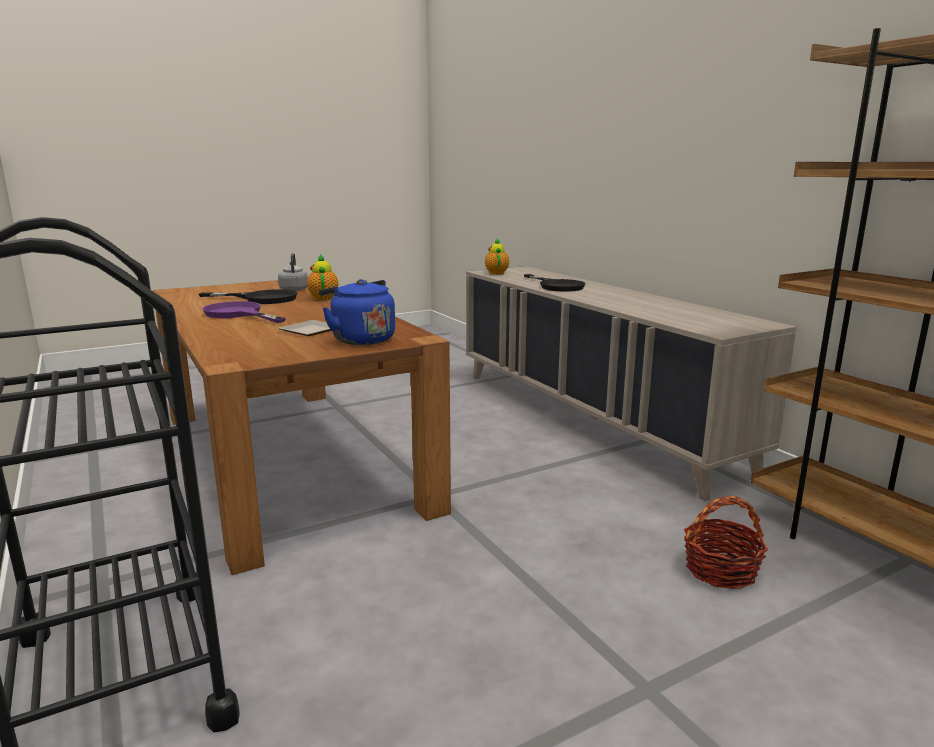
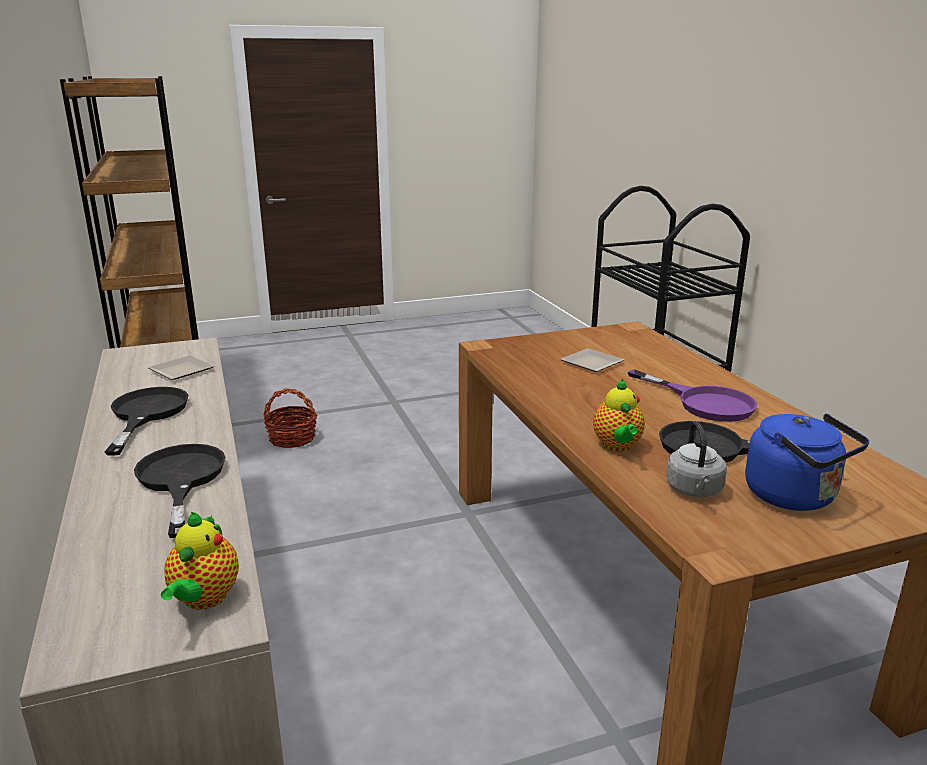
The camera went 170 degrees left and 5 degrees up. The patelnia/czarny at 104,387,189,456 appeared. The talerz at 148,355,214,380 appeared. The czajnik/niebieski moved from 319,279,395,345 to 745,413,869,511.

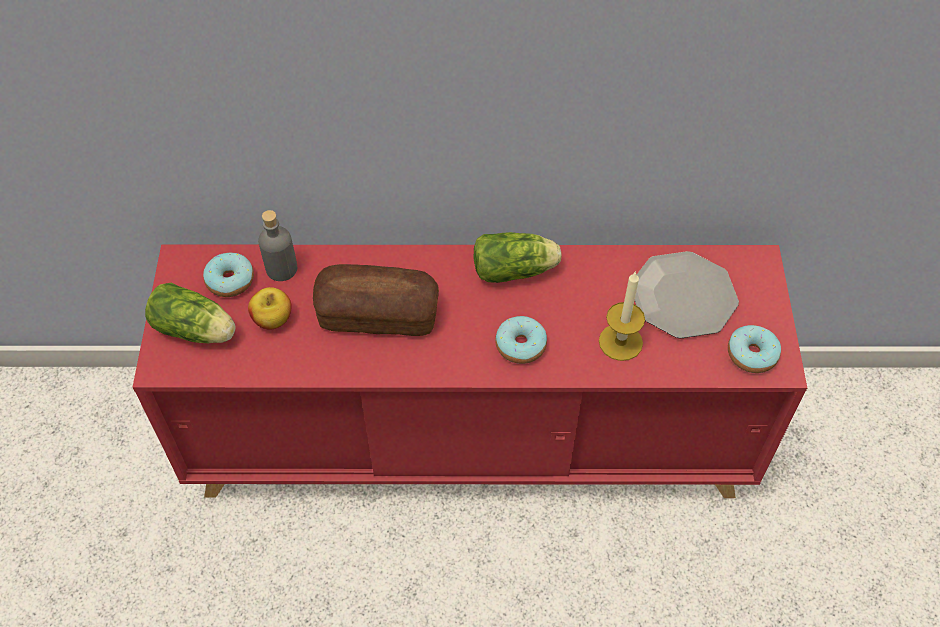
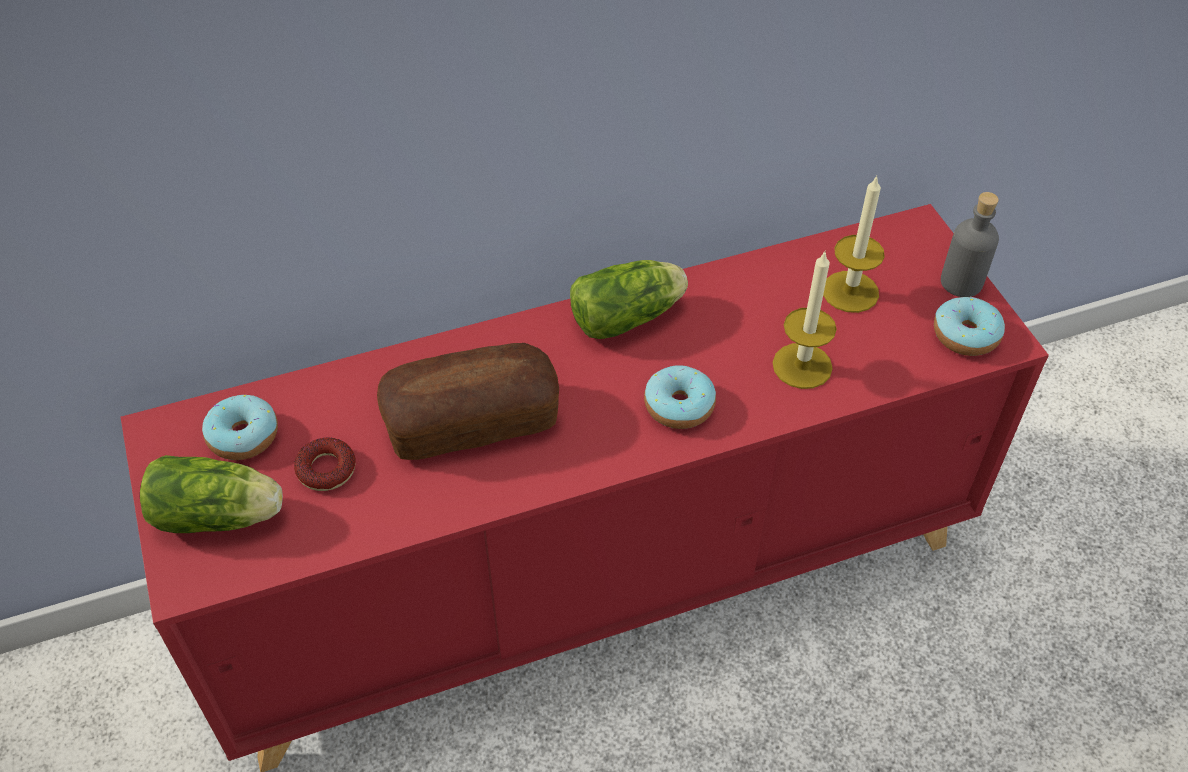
The camera went 20 degrees left and 5 degrees down. The butelka/szary moved from 258,210,297,281 to 941,192,999,297. The jabłko at 248,287,292,330 was replaced by the donut at 294,438,356,491. The talerz at 635,251,739,339 was replaced by the świeca at 823,175,885,313.

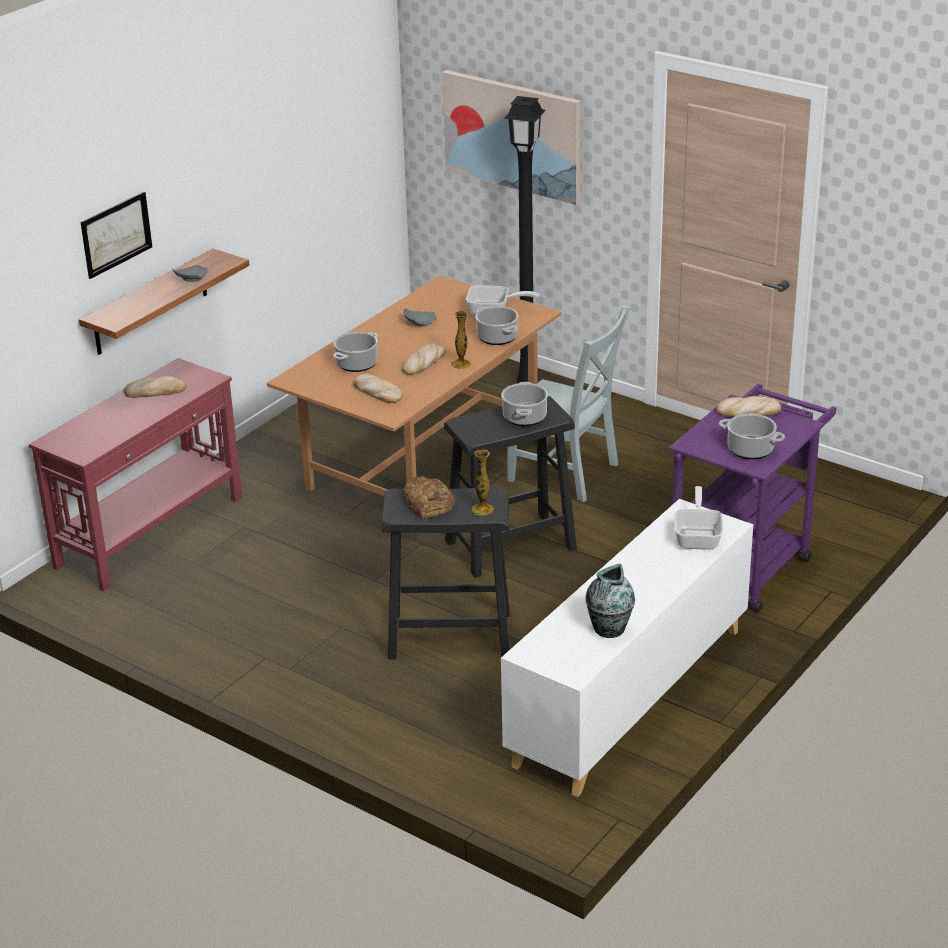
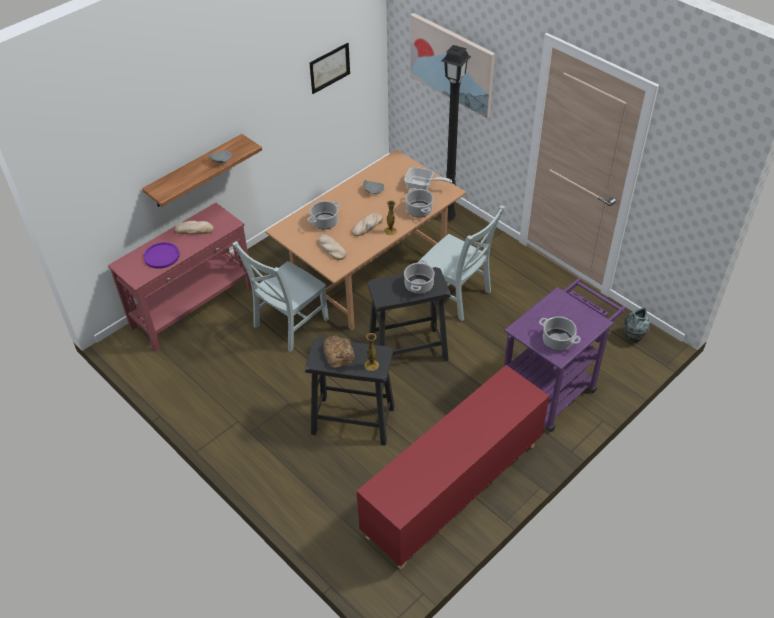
The camera went 10 degrees right and 15 degrees up. The patelnia at 674,486,723,550 disappeared. The chleb at 716,396,781,417 disappeared. The talerz/fioletowy at 144,242,180,269 appeared. The krzesło/szary at 232,241,329,352 appeared. The obraz moved from 81,192,152,279 to 310,43,350,94. The wazon moved from 585,563,635,638 to 624,307,650,343. The szafka/biały at 501,499,753,797 became the szafka/czerwony at 356,365,549,570.

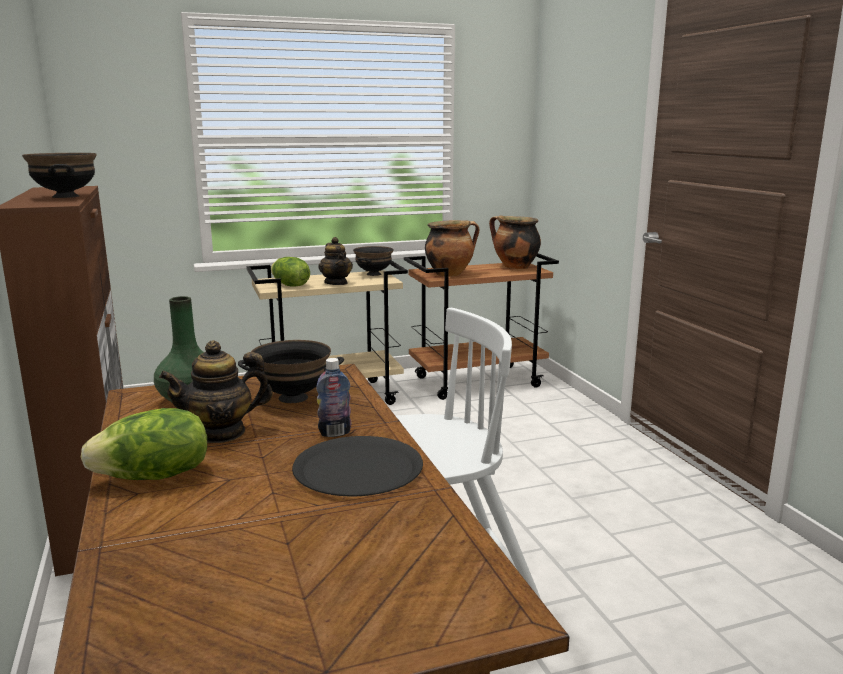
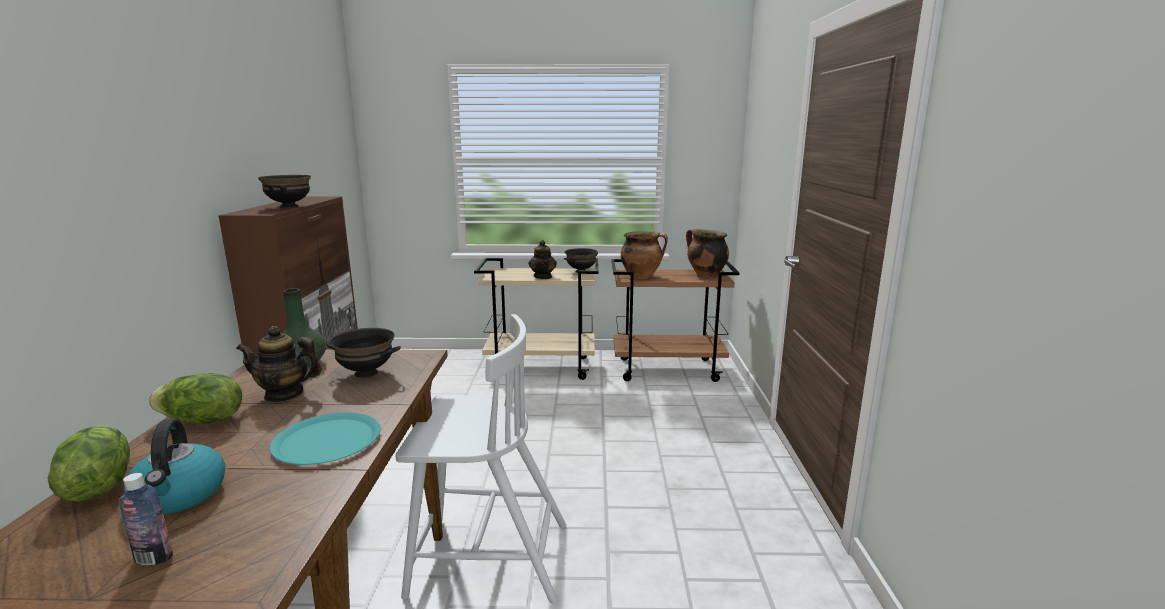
The camera went 20 degrees right and 0 degrees up. The czajnik at 123,418,225,514 appeared. The sałata moved from 271,257,310,286 to 47,426,130,502. The butelka moved from 316,358,351,437 to 118,473,173,566. The talerz/czarny at 292,436,423,496 became the talerz/turkusowy at 270,412,381,465.

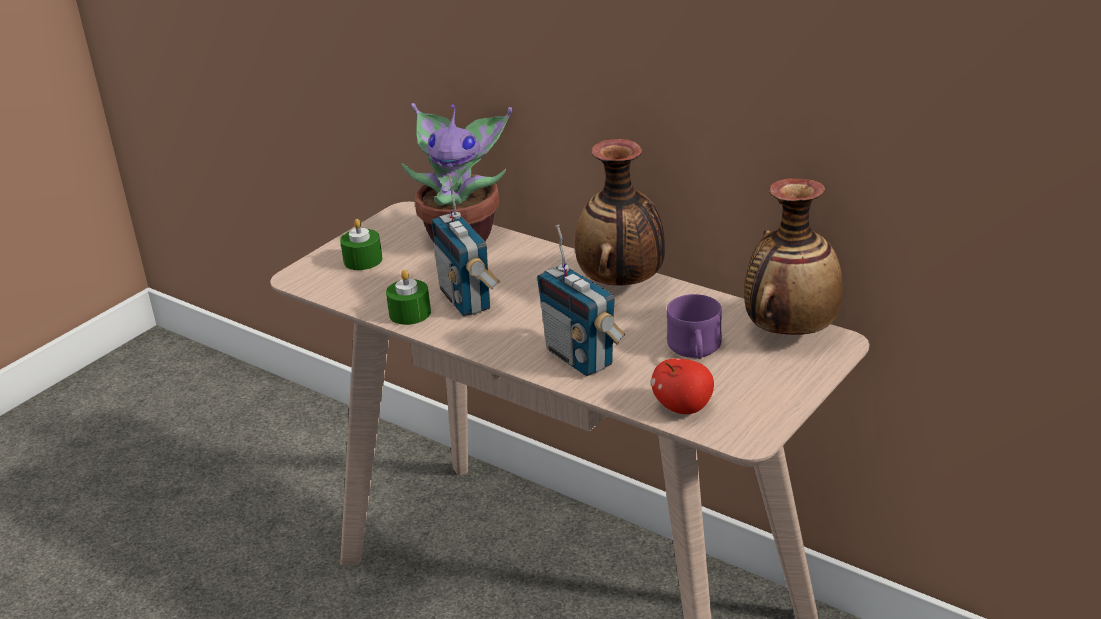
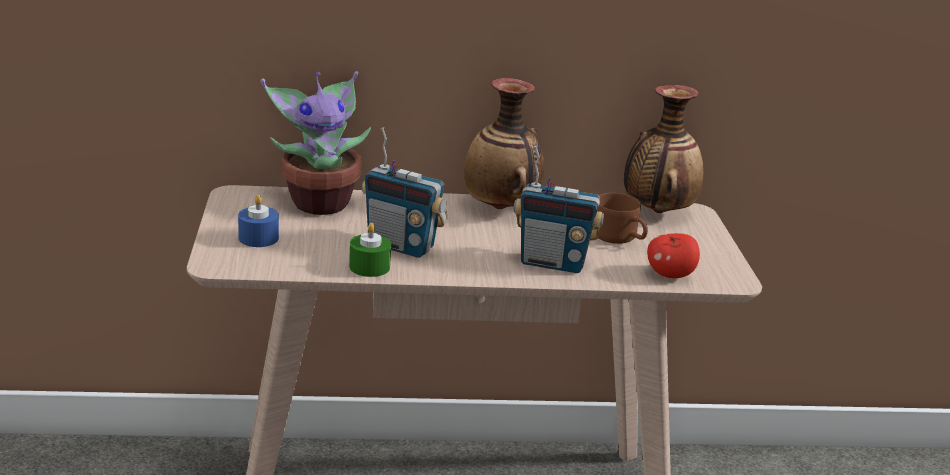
The camera went 45 degrees left and 5 degrees down. The świeca/zielony at 340,219,383,270 became the świeca/niebieski at 238,195,279,247. The kubek/fioletowy at 667,294,722,359 became the kubek/brązowy at 593,193,648,244.

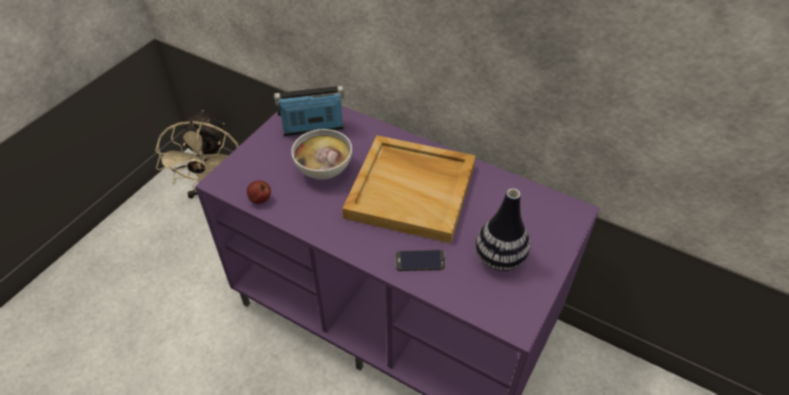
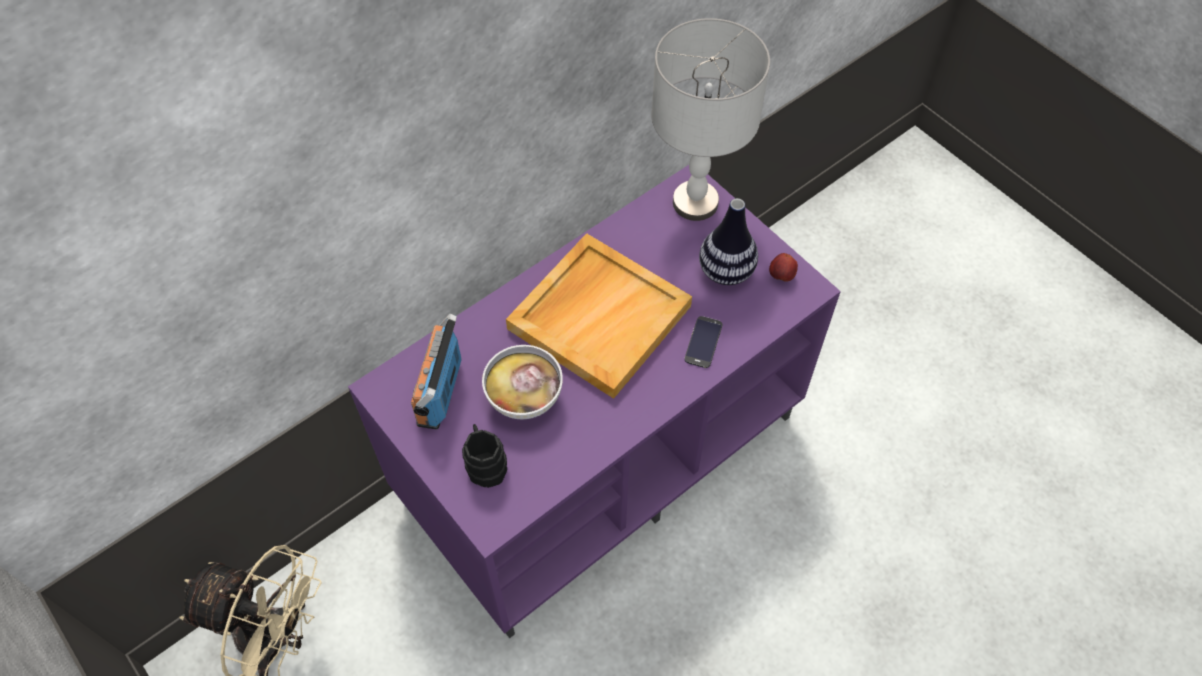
The camera went 70 degrees left and 10 degrees up. The kubek/czarny at 462,424,507,488 appeared. The lampa stołowa/szary at 651,18,770,221 appeared. The jabłko moved from 247,181,271,204 to 769,253,798,282.

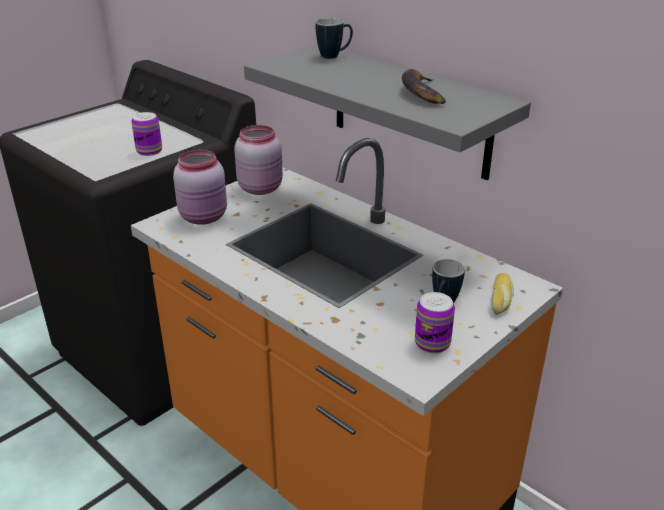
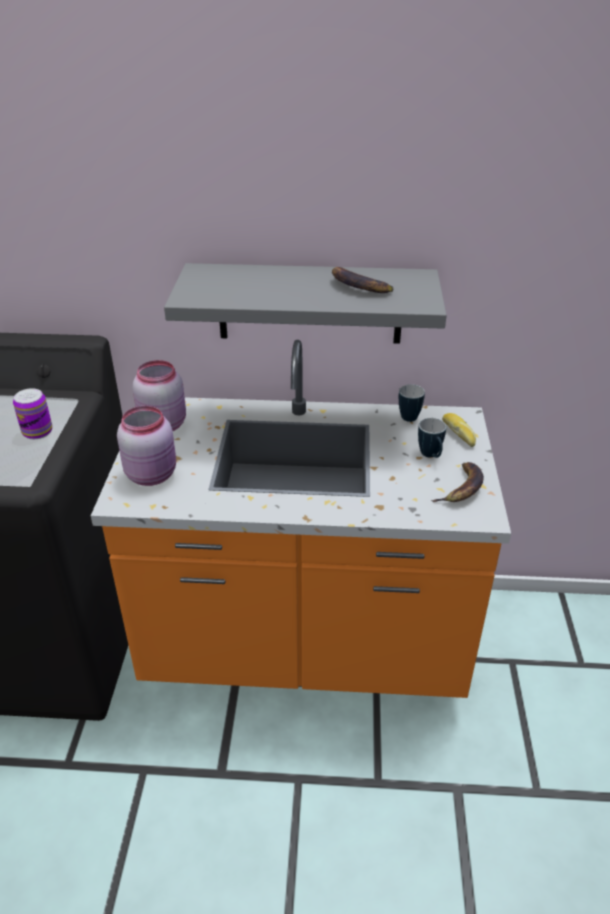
The camera went 40 degrees left and 5 degrees up. The kubek moved from 315,18,353,59 to 399,384,425,422. The puszka at 415,292,455,353 was replaced by the banan at 431,462,484,502.

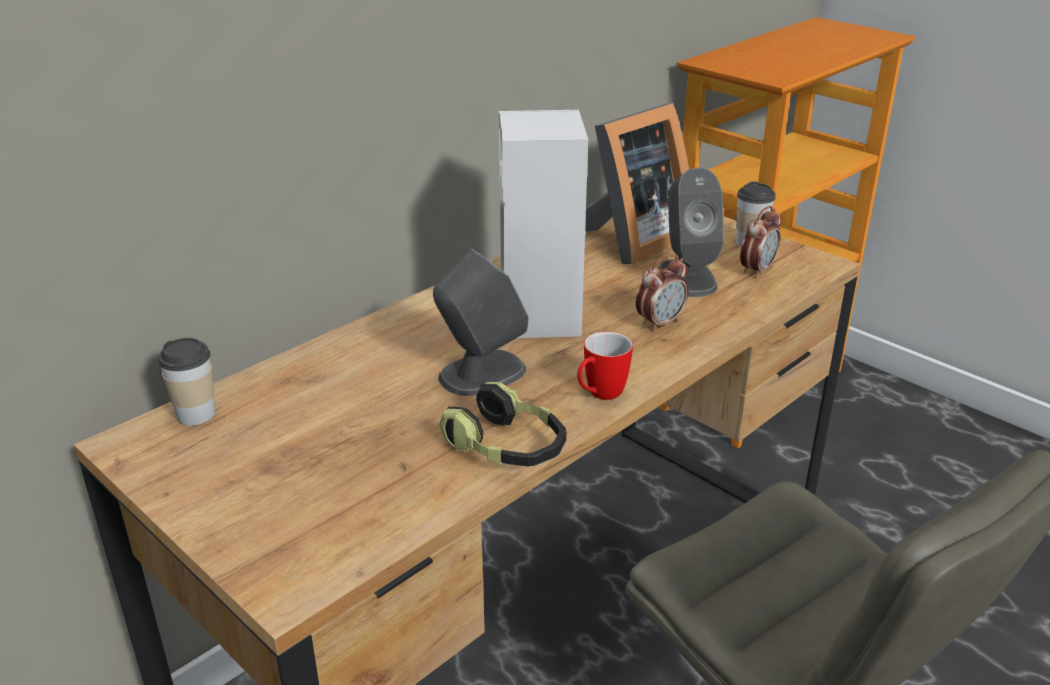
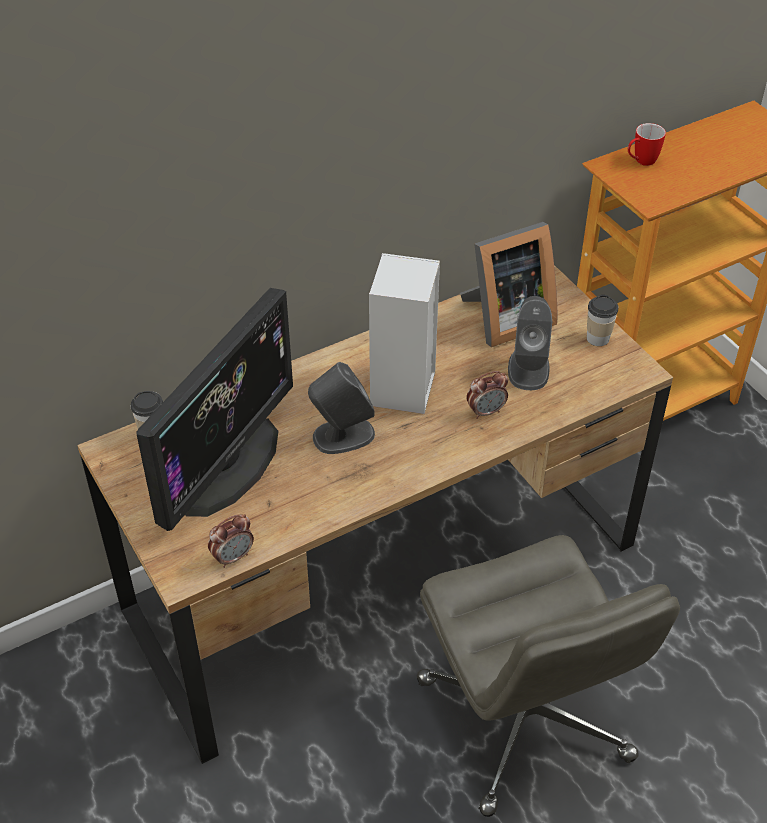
The camera went 15 degrees right and 15 degrees up. The słuchawki at 439,382,566,466 disappeared. The monitor at 137,288,293,531 appeared. The kubek moved from 577,332,633,400 to 628,123,666,166. The budzik moved from 740,206,781,278 to 208,514,254,568.

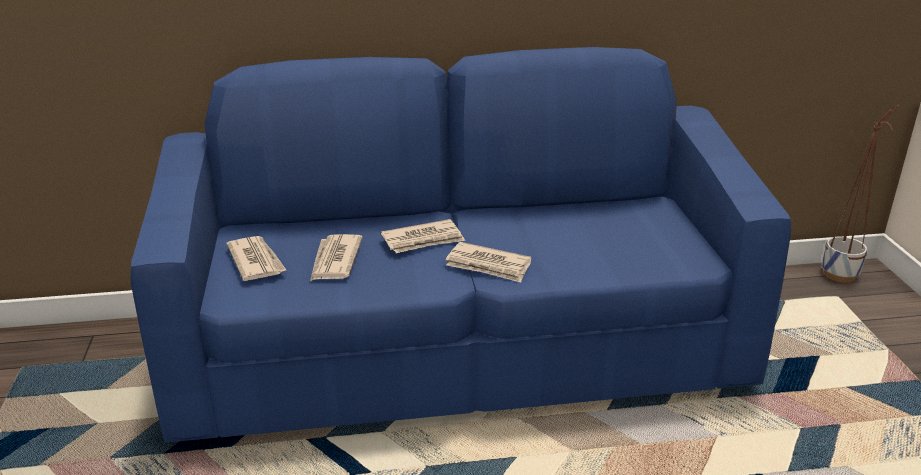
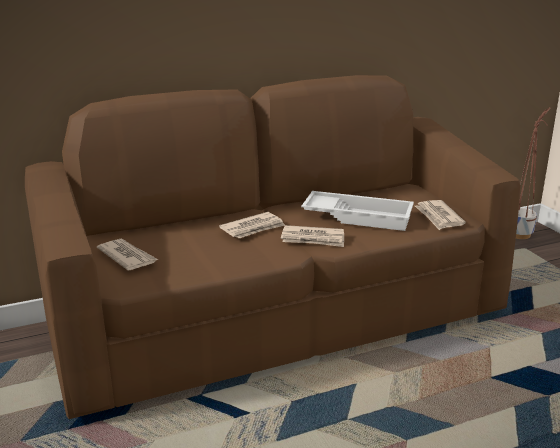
The camera went 15 degrees left and 5 degrees down. The taca/biały at 301,191,414,231 appeared. The gazeta moved from 310,234,363,281 to 415,200,466,230. The kanapa/niebieski at 130,47,791,443 became the kanapa/brązowy at 25,75,520,419.

